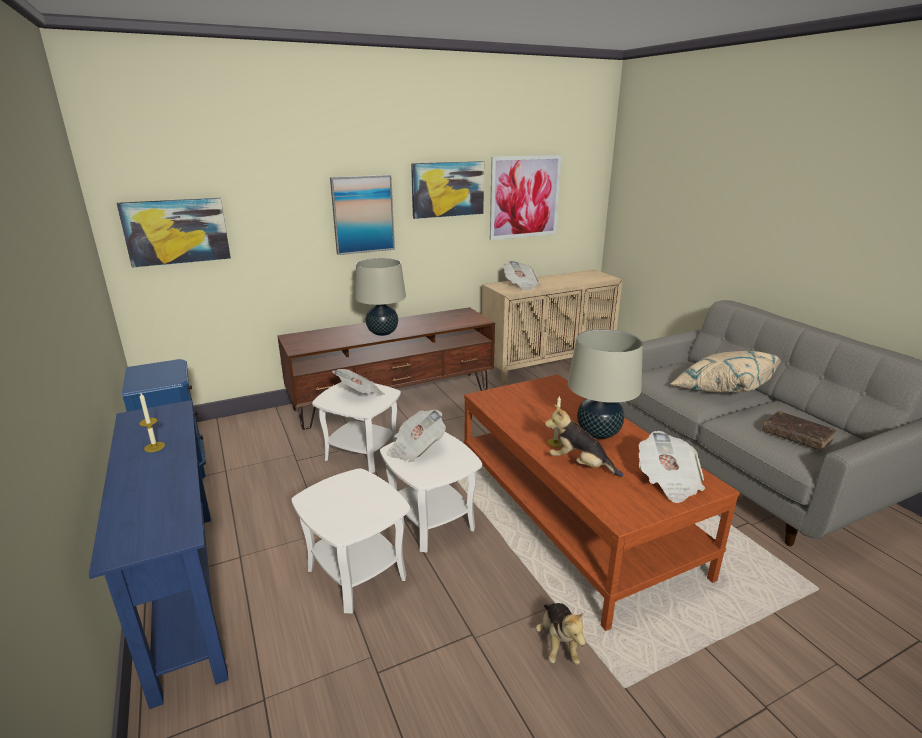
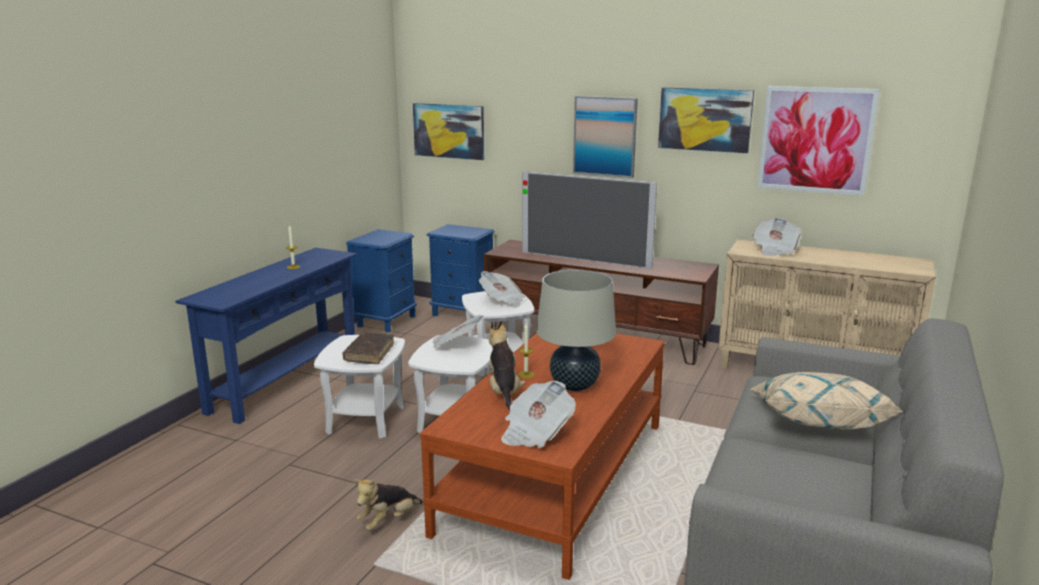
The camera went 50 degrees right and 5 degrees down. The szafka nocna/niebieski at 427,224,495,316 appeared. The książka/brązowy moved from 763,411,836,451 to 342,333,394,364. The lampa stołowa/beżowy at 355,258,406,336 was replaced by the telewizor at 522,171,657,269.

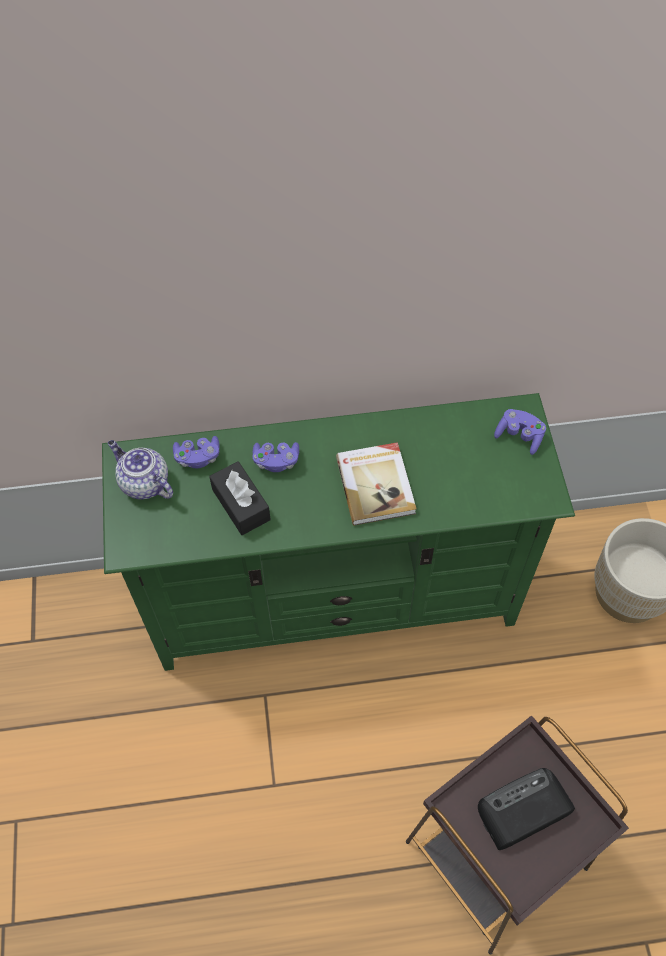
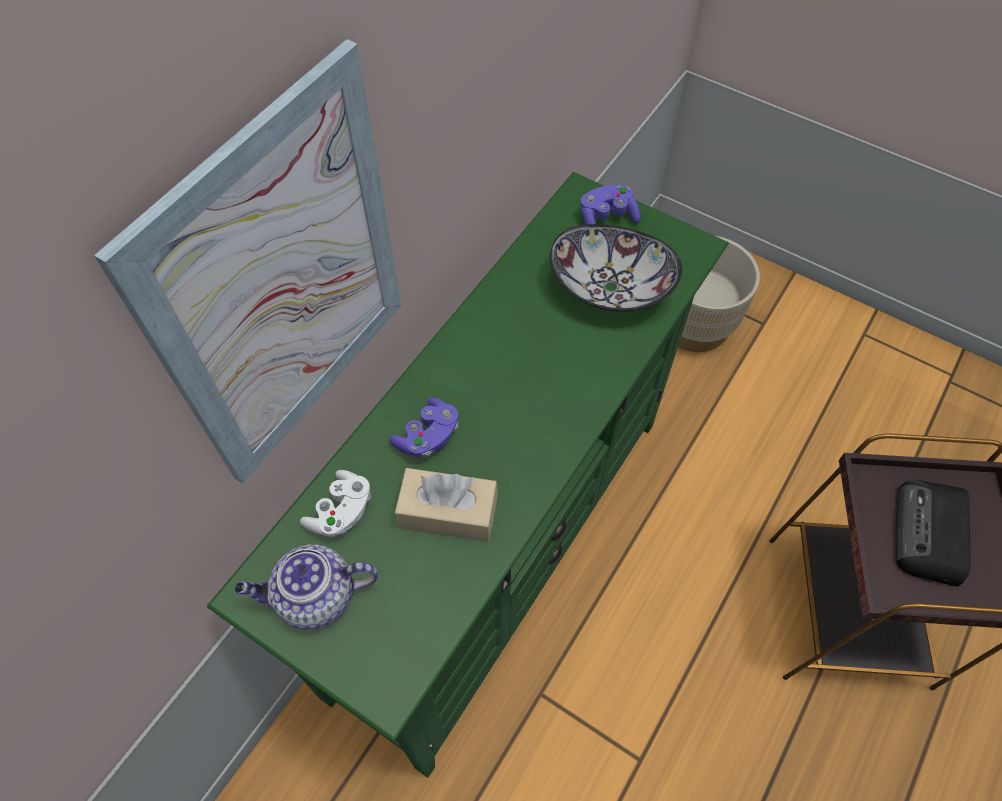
The camera went 50 degrees left and 0 degrees up. The książka at 336,442,417,525 disappeared. The obraz at 94,39,401,484 appeared. The miska at 550,224,682,312 appeared. The pad do gier/fioletowy at 173,436,220,468 became the pad do gier/biały at 300,470,371,537. The pudełko chusteczek/czarny at 209,461,271,535 became the pudełko chusteczek/beżowy at 395,468,498,542.

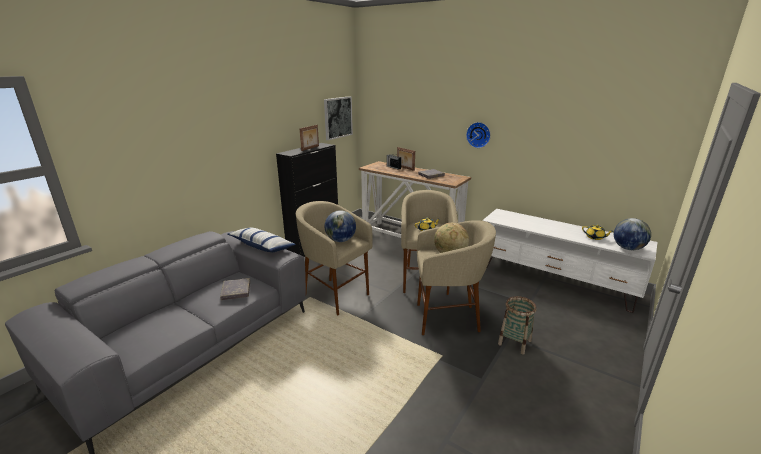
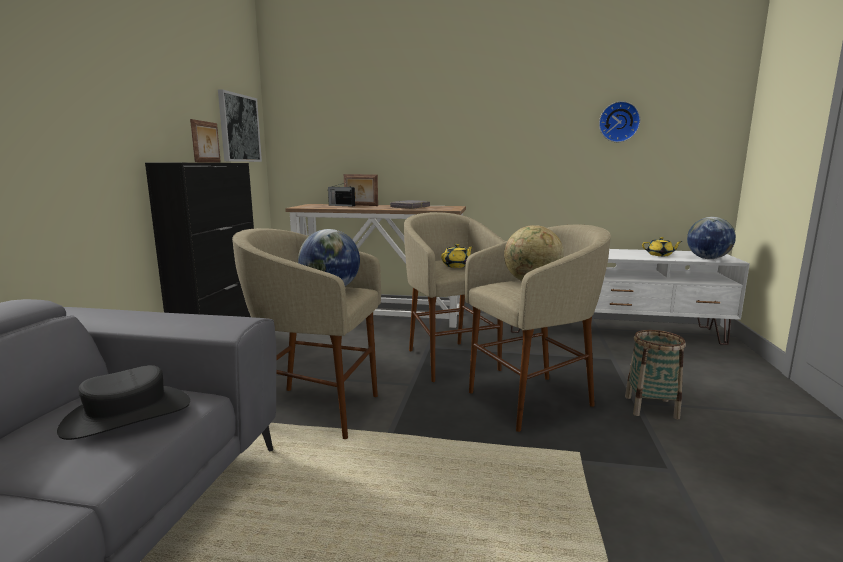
The camera went 25 degrees left and 10 degrees down. The poduszka at 227,227,296,252 disappeared. The zegar ścienny moved from 466,122,491,148 to 599,101,640,142. The książka/szary at 220,278,250,300 was replaced by the kapelusz/czarny at 57,365,190,440.

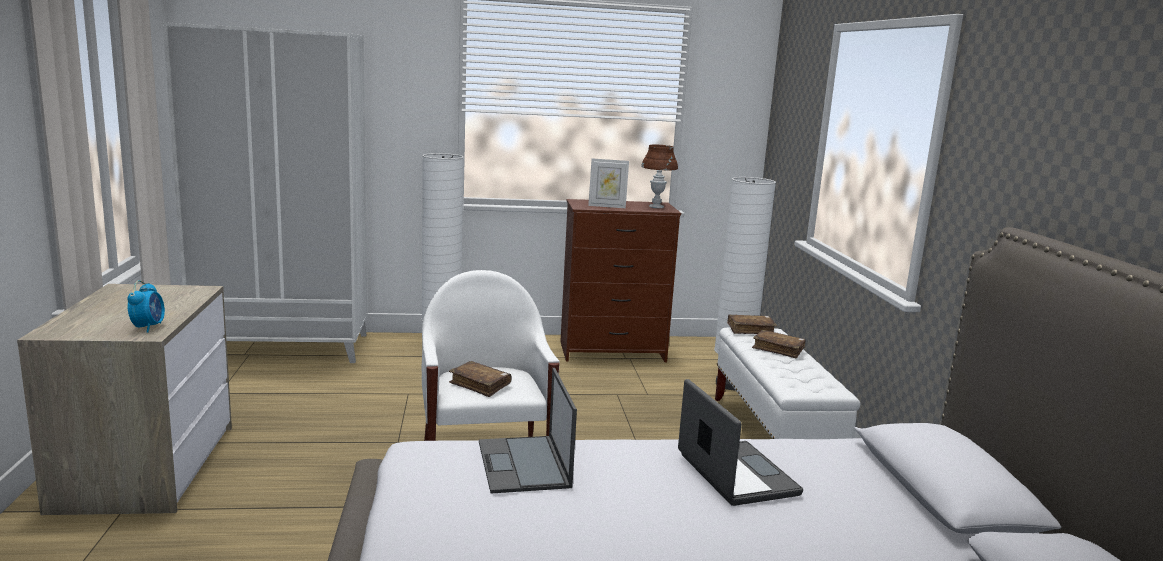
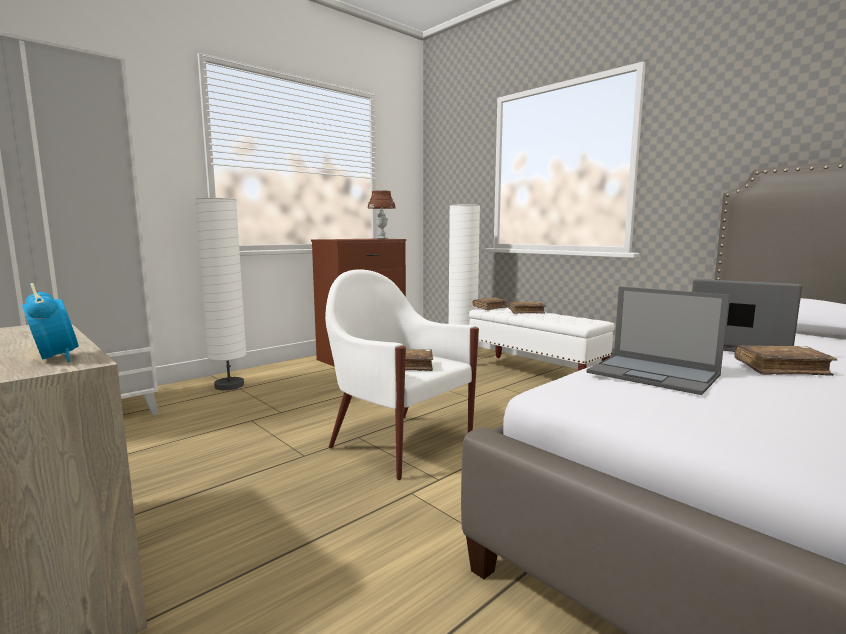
The camera went 35 degrees left and 5 degrees down. The ramka na zdjęcie at 588,159,629,208 disappeared. The książka/brązowy at 734,345,837,376 appeared.

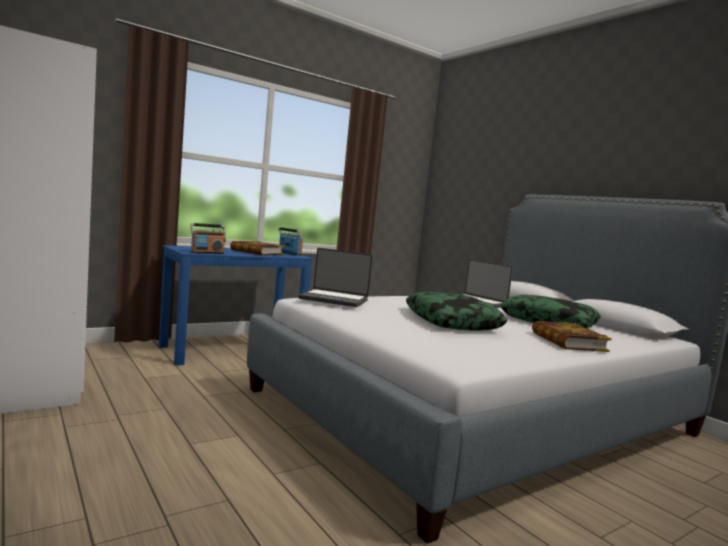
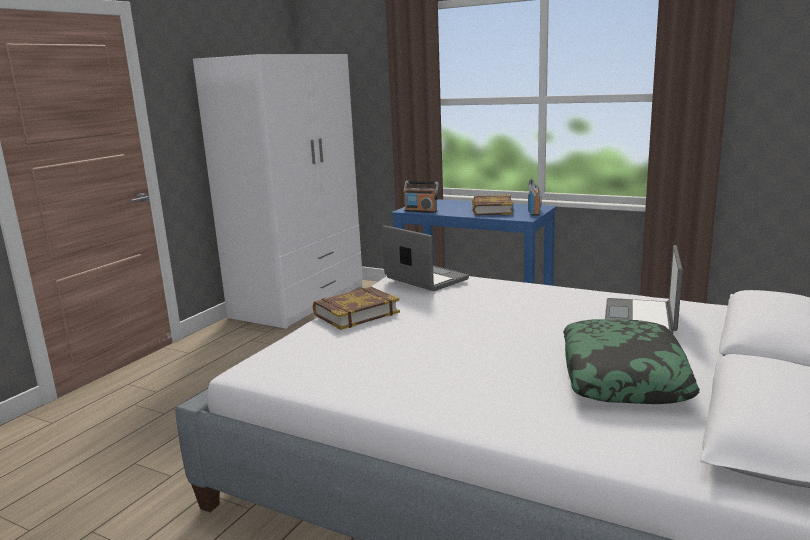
The camera went 65 degrees right and 10 degrees up. The poduszka at 406,292,507,331 disappeared. The książka moved from 532,321,612,352 to 313,287,400,330. The laptop at 298,248,373,307 turned 150 degrees clockwise.

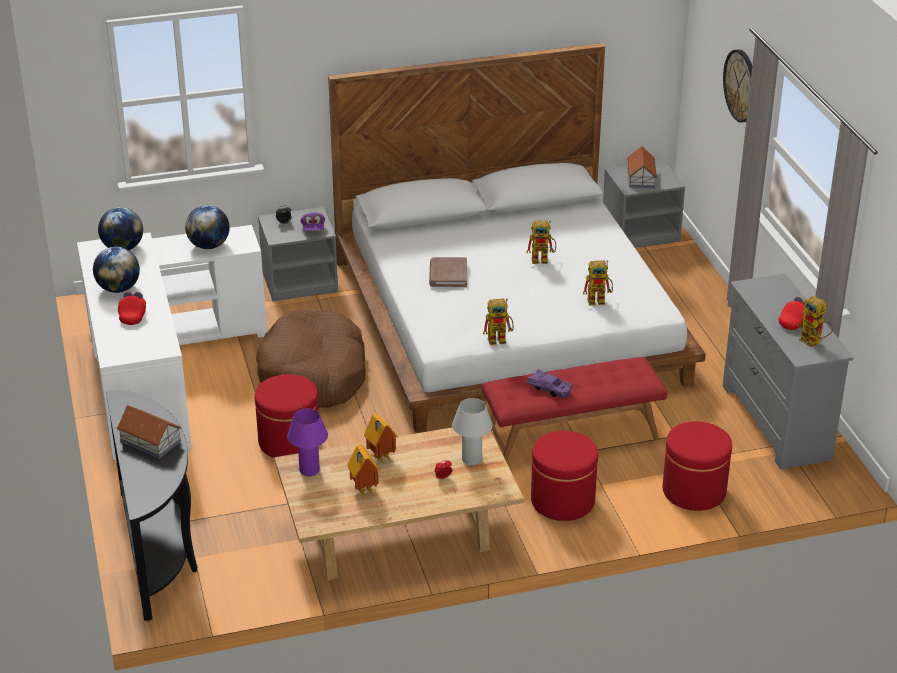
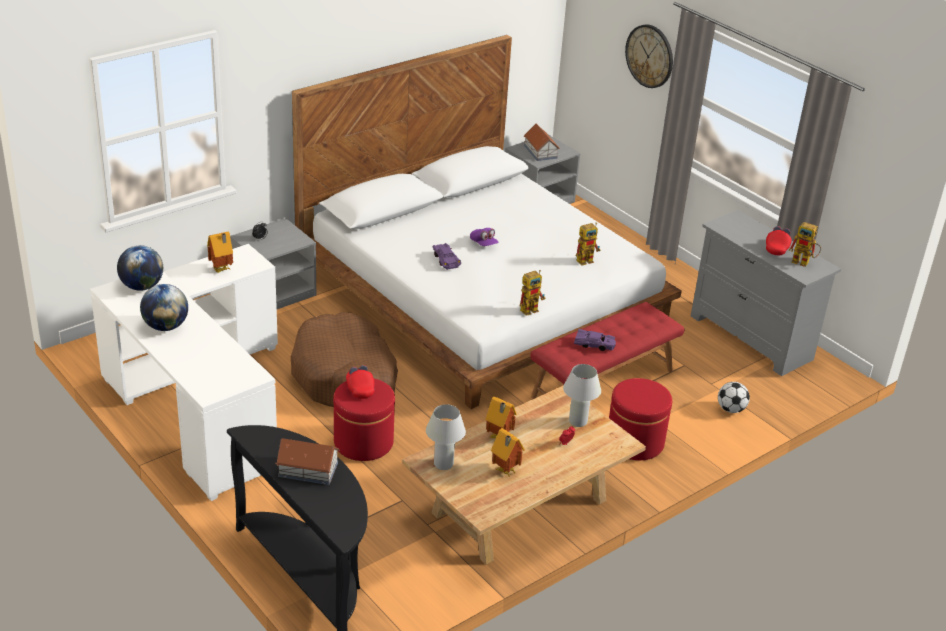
The camera went 25 degrees left and 0 degrees up. The robot zabawkowy at 526,221,556,264 disappeared. The czapka z daszkiem/czerwony moved from 118,292,146,325 to 346,365,375,399. The czapka z daszkiem/fioletowy moved from 300,213,325,231 to 470,228,498,246. The globus at 185,205,230,249 was replaced by the domek at 207,232,233,273. The książka/brązowy at 429,257,467,287 was replaced by the samochodzik/fioletowy at 433,243,461,270. The pufa/czerwony at 663,421,732,511 was replaced by the piłka futbolowa at 718,382,750,413. The lampa stołowa/fioletowy at 287,409,328,476 became the lampa stołowa/biały at 426,404,466,470.

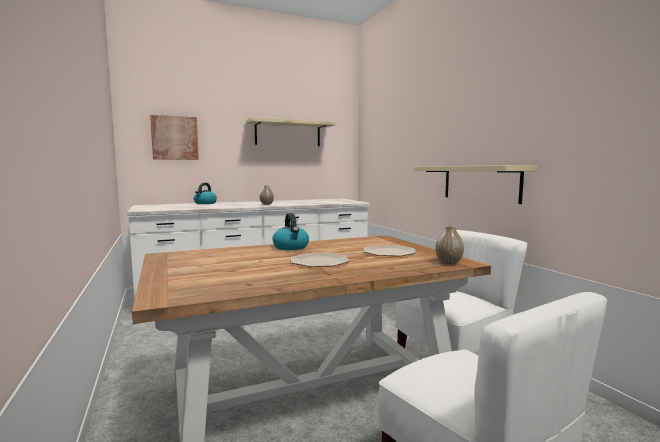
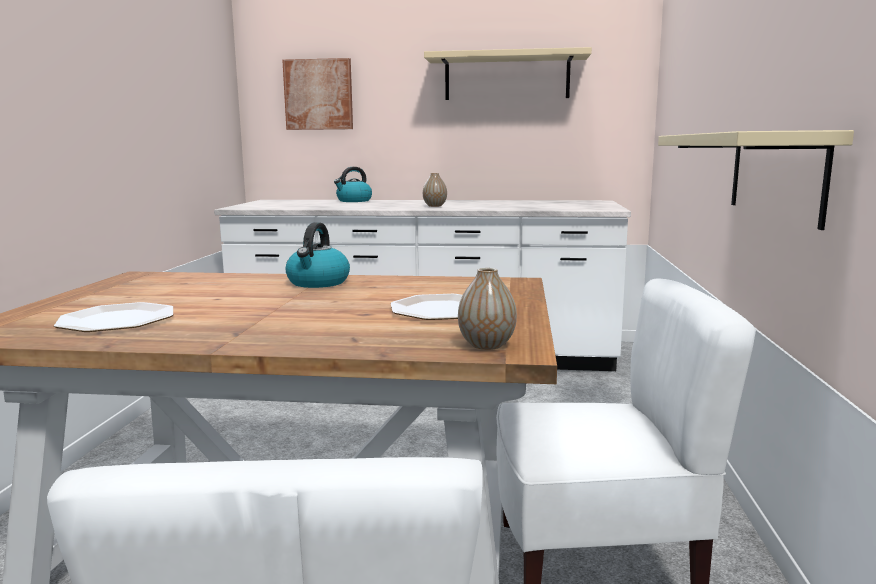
The camera went 30 degrees right and 5 degrees up. The talerz moved from 291,253,349,267 to 54,302,173,332.

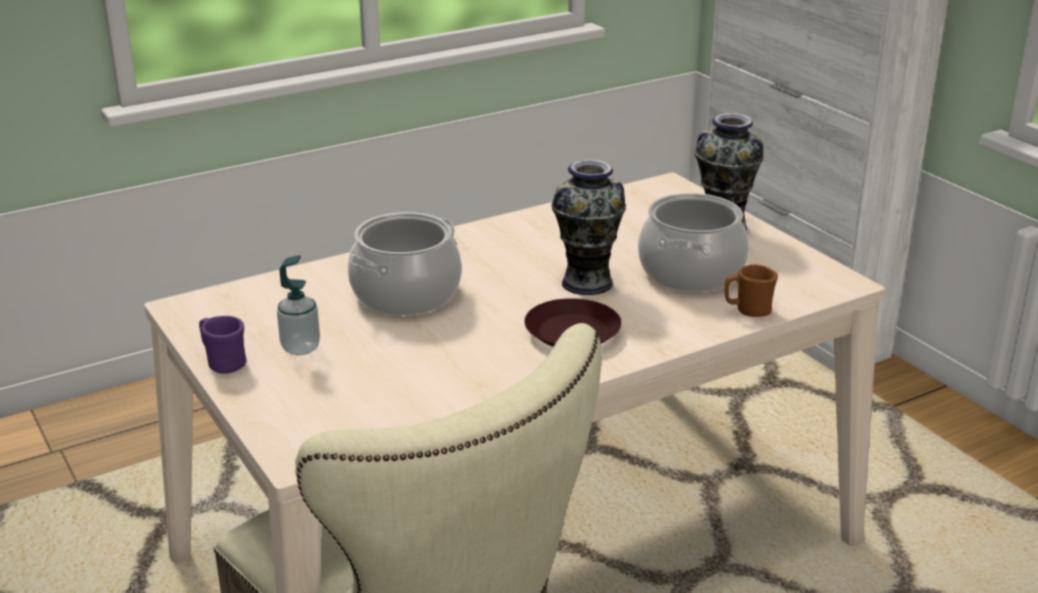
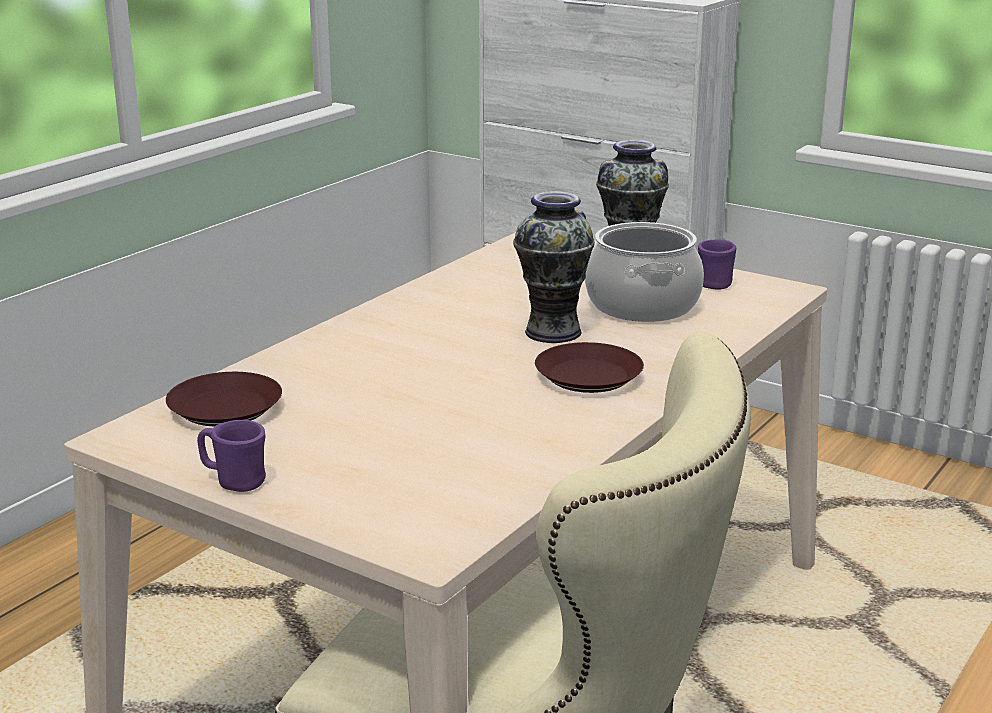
The camera went 25 degrees left and 5 degrees down. The dozownik mydła at 277,255,320,355 disappeared. The garnek at 348,212,462,315 disappeared. The kubek/brązowy at 725,264,778,317 disappeared. The talerz/brązowy at 166,372,282,427 appeared. The kubek/fioletowy at 698,239,736,289 appeared.

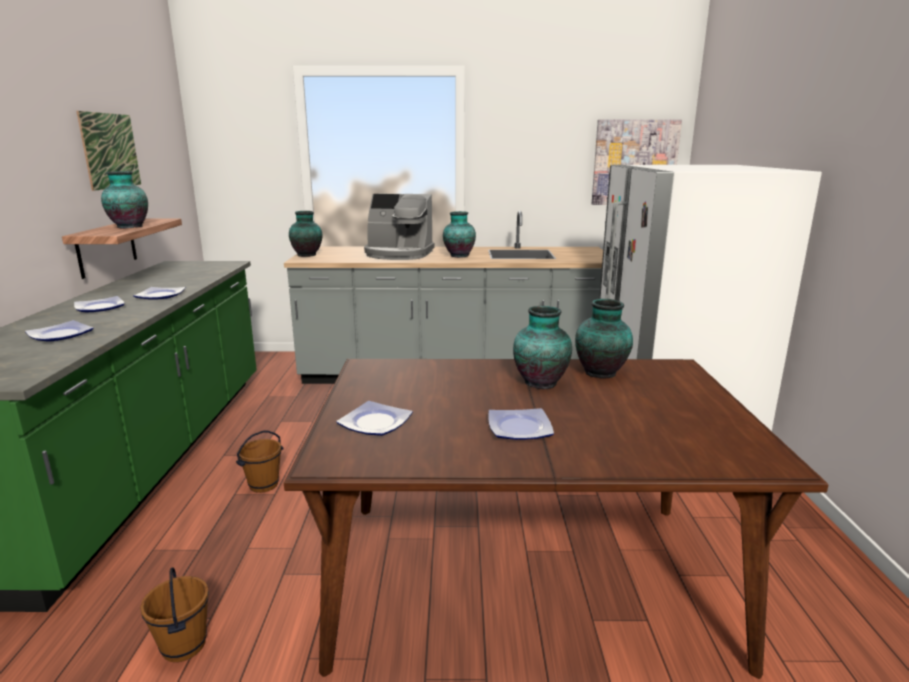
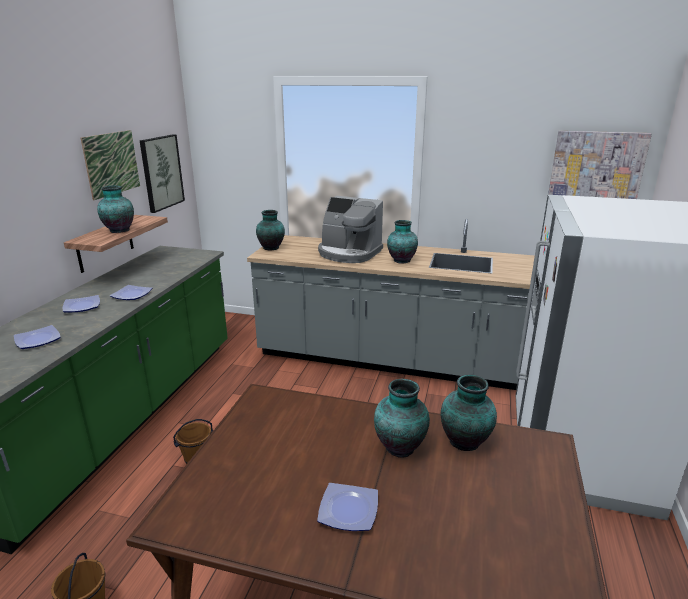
The camera went 15 degrees right and 5 degrees up. The talerz at 336,401,413,436 disappeared. The obraz at 140,134,185,213 appeared.

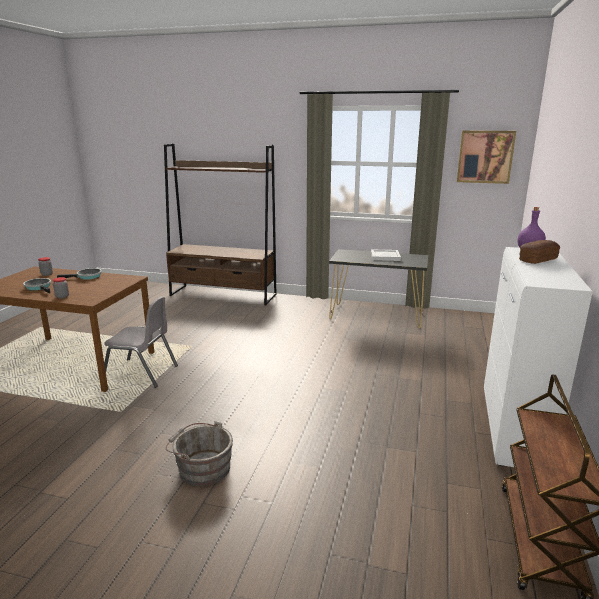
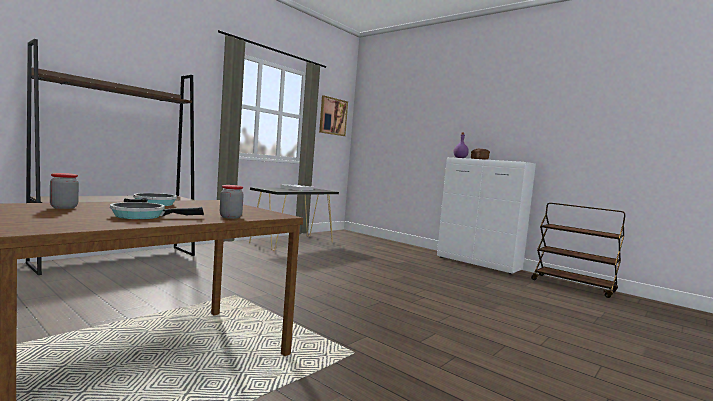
The camera went 65 degrees left and 15 degrees down. The krzesło/szary at 104,296,178,388 disappeared. The wiadro/szary at 166,421,233,486 disappeared.

